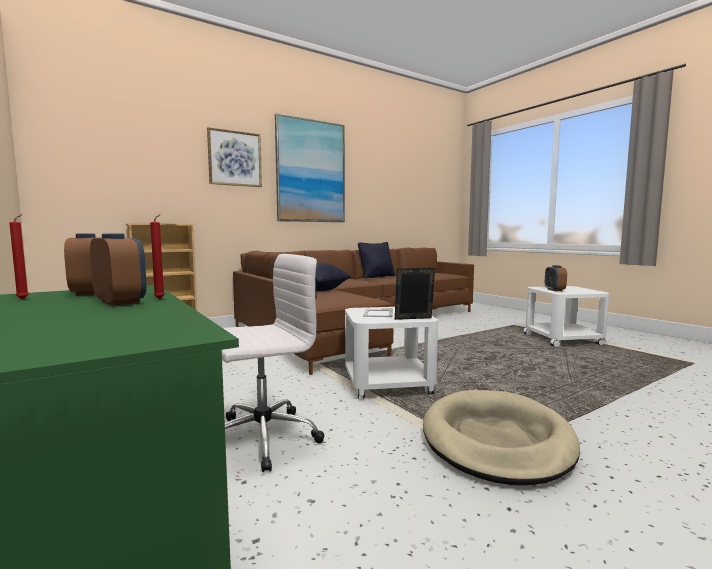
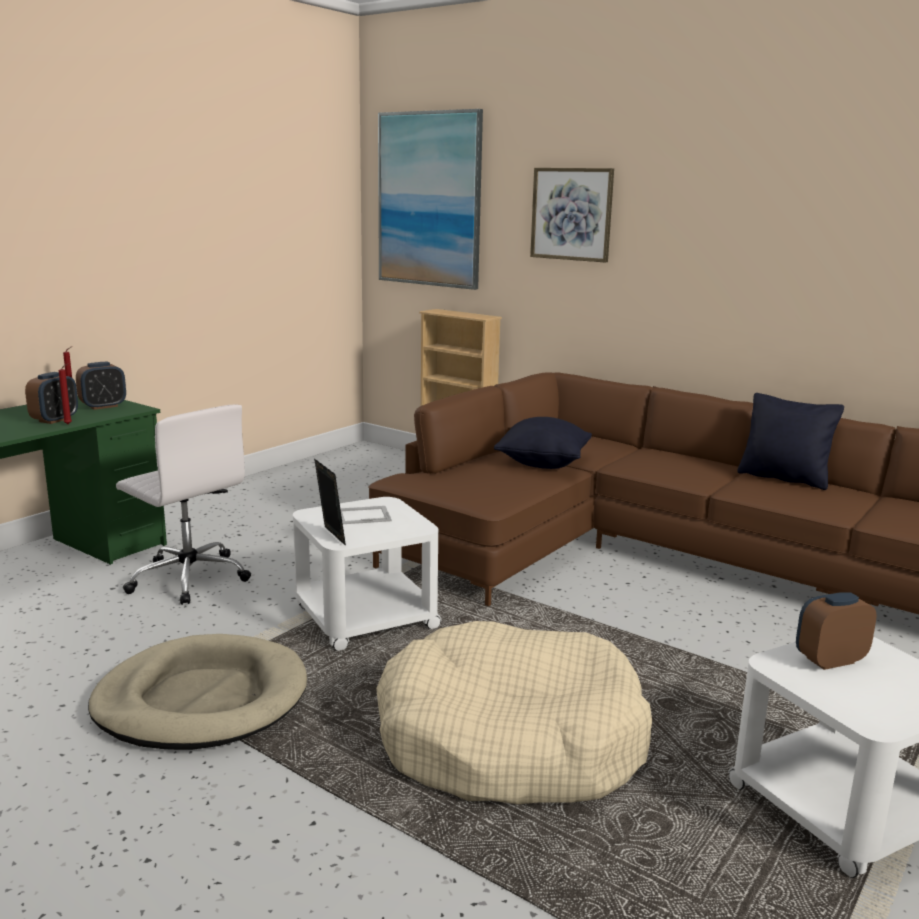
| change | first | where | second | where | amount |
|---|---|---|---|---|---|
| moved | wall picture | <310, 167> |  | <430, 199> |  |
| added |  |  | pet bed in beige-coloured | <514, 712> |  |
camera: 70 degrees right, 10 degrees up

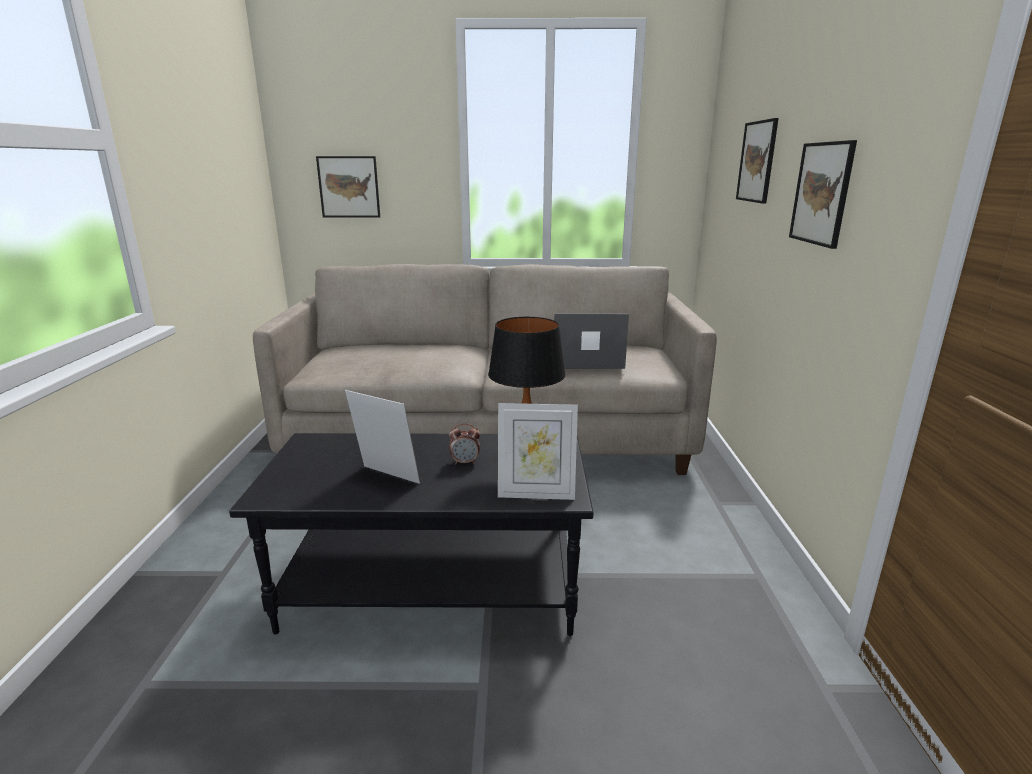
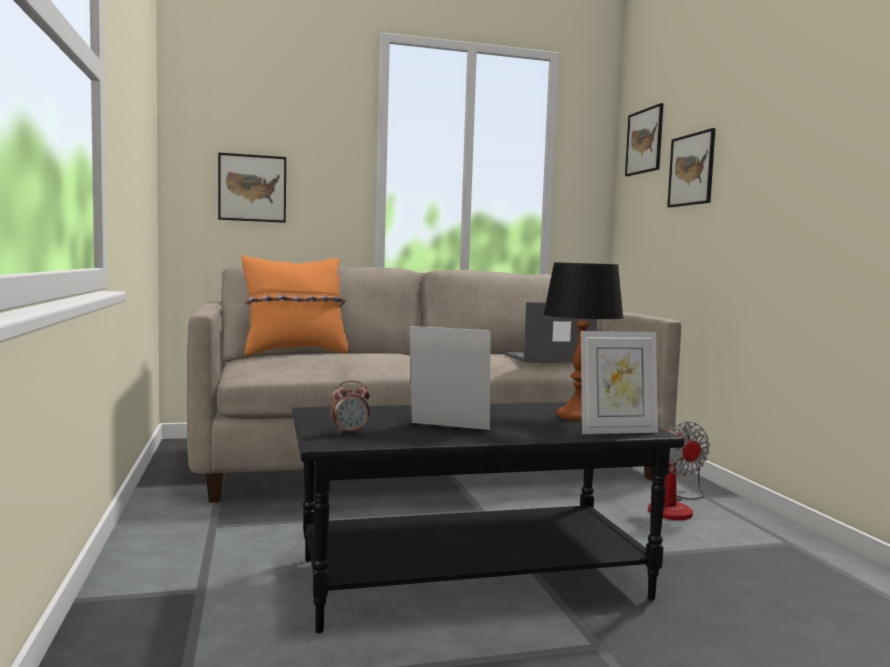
| change | first | where | second | where | amount |
|---|---|---|---|---|---|
| moved | bedside clock | <464, 444> |  | <350, 407> |  |
| moved | wall picture | <823, 194> |  | <644, 139> |  |
| added |  |  | throw pillow in orange-coloured | <295, 305> |  |
| added |  |  | fan | <679, 470> |  |
camera: 15 degrees left, 15 degrees down

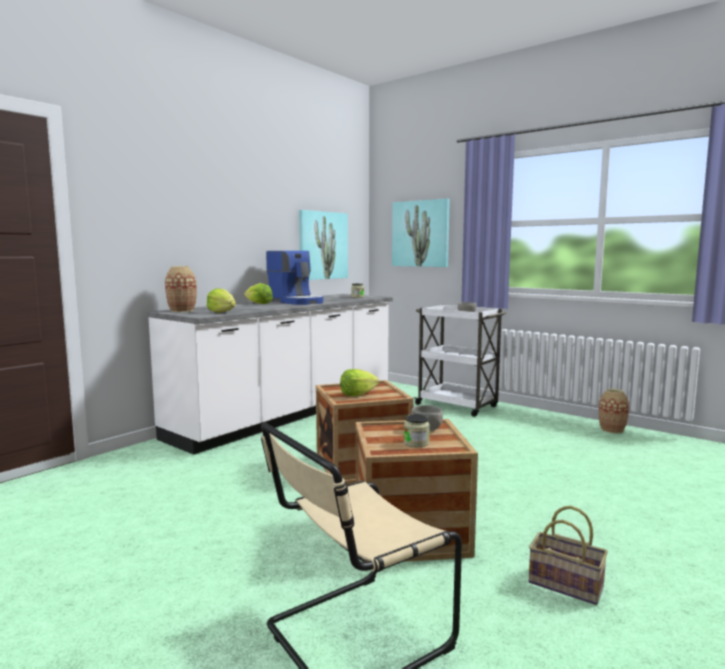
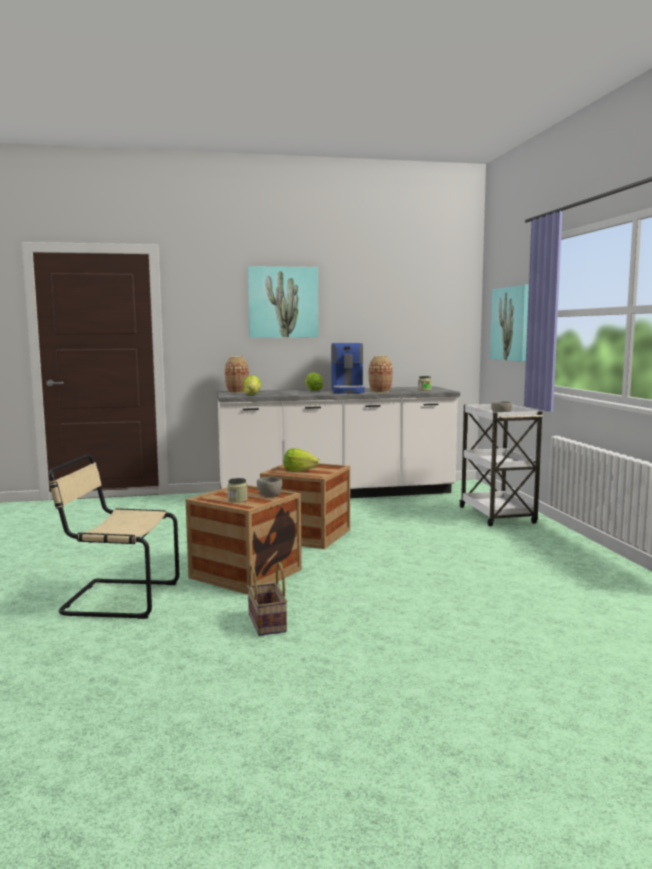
| change | first | where | second | where | amount |
|---|---|---|---|---|---|
| moved | wall picture | <323, 245> |  | <283, 302> |  |
| moved | flower vase | <614, 411> |  | <381, 374> |  |
camera: 40 degrees right, 0 degrees up

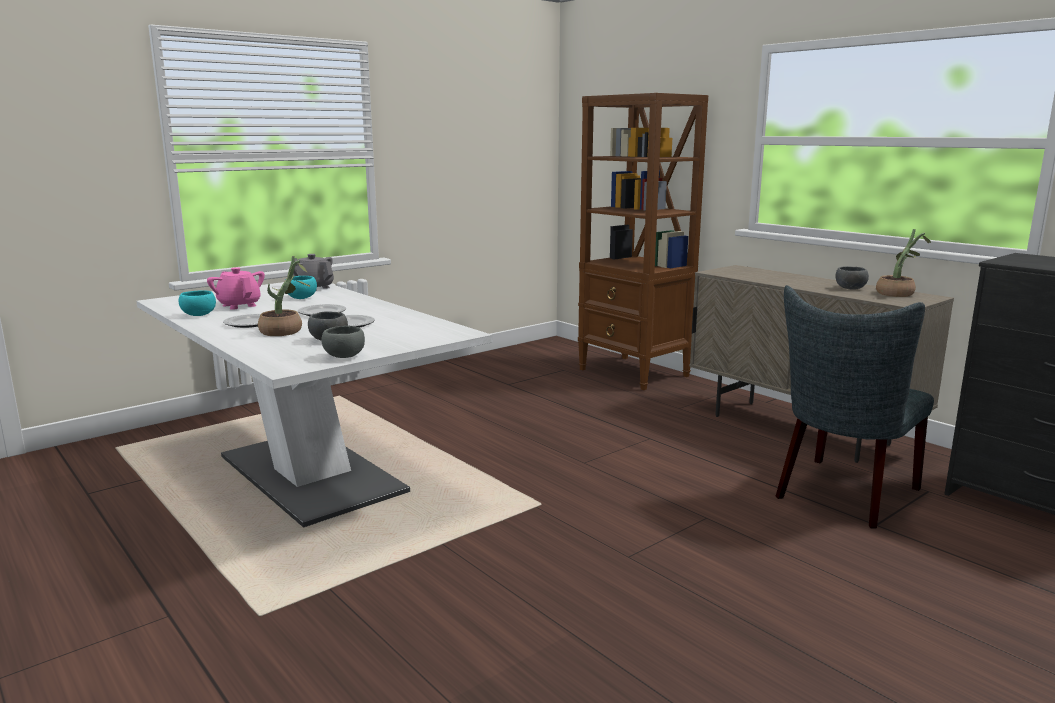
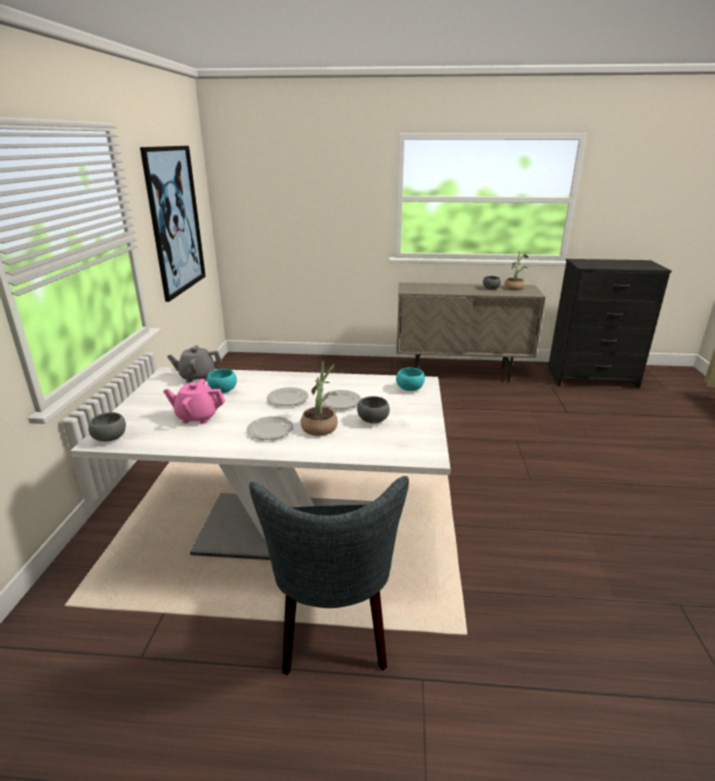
| change | first | where | second | where | amount |
|---|---|---|---|---|---|
| moved | deep dish in turquoise | <197, 303> |  | <410, 379> |  |
| moved | deep dish in gray | <343, 342> |  | <107, 427> |  |
| removed | shelving unit in brown | <643, 241> |  |  |  |
| moved | upright chair in gray | <854, 407> |  | <329, 575> |  |
| added |  |  | wall picture | <173, 224> |  |
camera: 45 degrees left, 10 degrees up

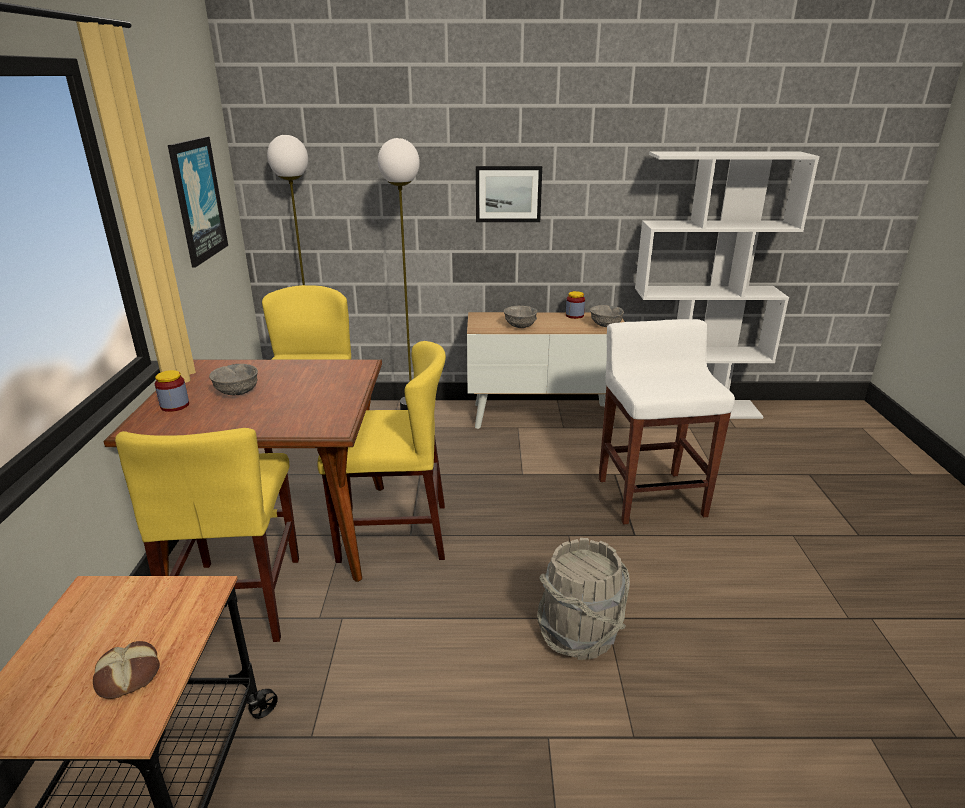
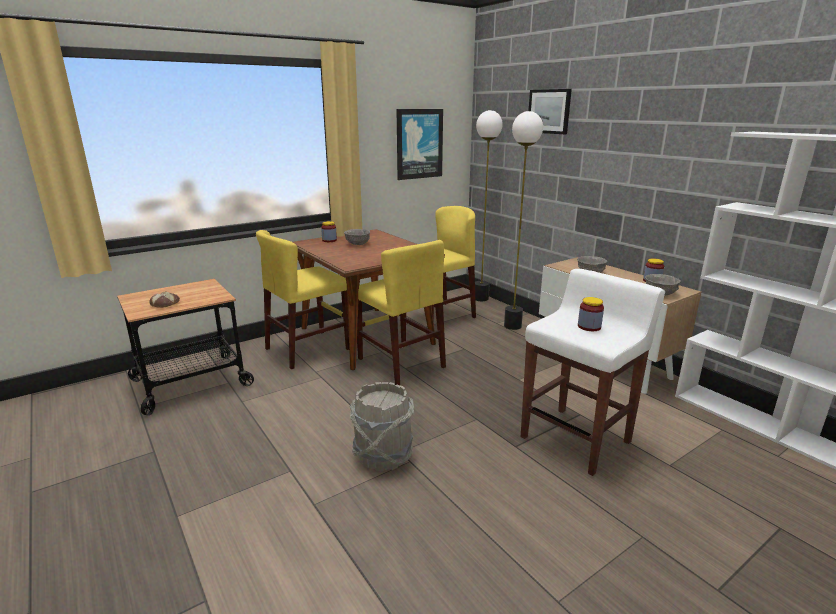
| change | first | where | second | where | amount |
|---|---|---|---|---|---|
| moved | wall picture | <509, 194> |  | <550, 111> |  |
| added |  |  | preserve jar | <591, 314> |  |
camera: 55 degrees right, 5 degrees down

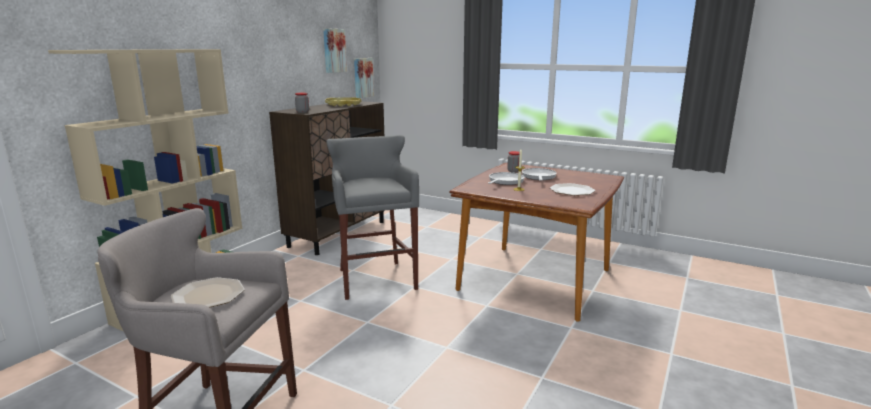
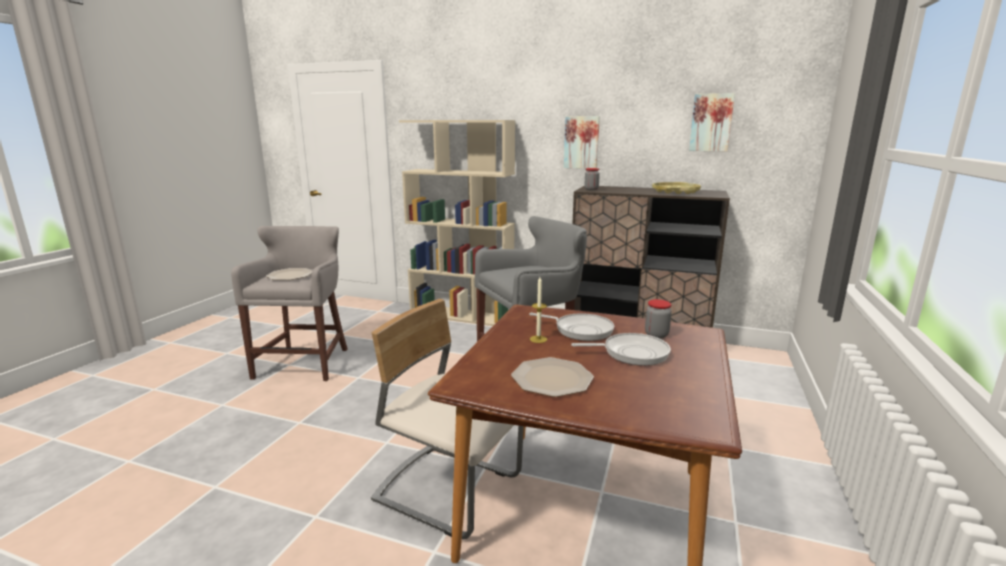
| change | first | where | second | where | amount |
|---|---|---|---|---|---|
| moved | wall picture | <364, 78> |  | <582, 142> |  |
| added |  |  | upright chair in beige-coloured | <447, 419> |  |
camera: 80 degrees right, 0 degrees up

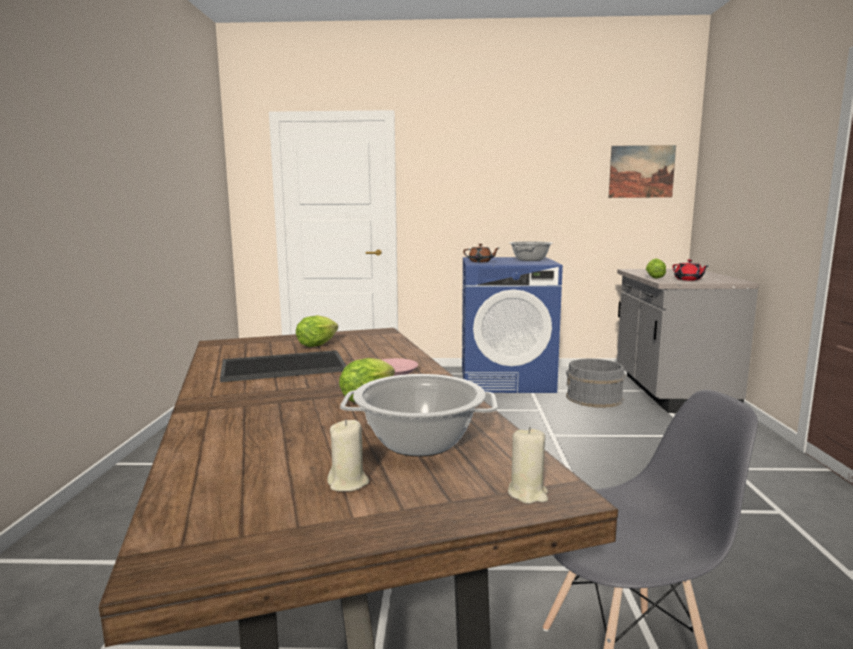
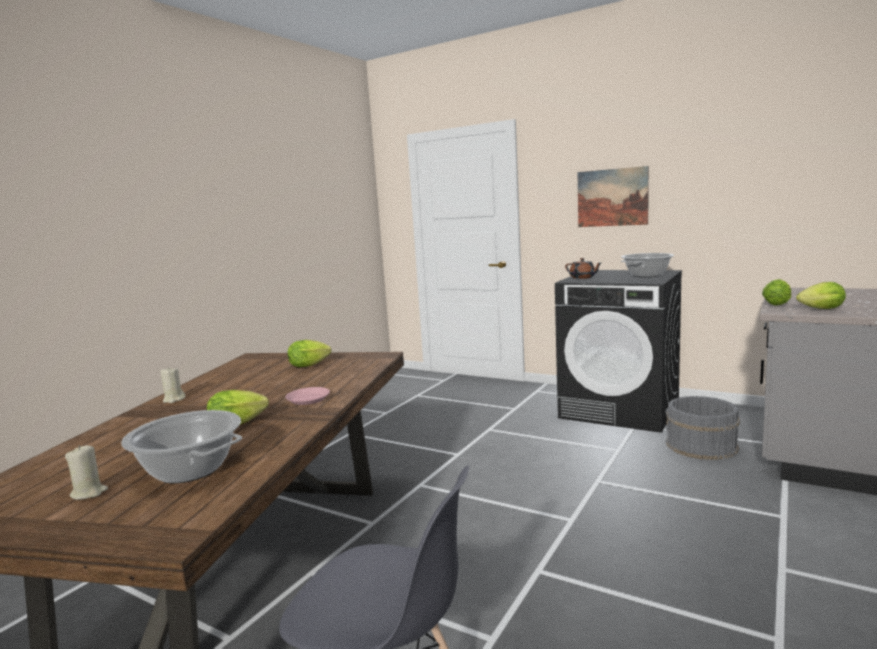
| change | first | where | second | where | amount |
|---|---|---|---|---|---|
| removed | tray | <283, 366> |  |  |  |
| recoloured | washing machine in bluish | <512, 325> | washing machine in black-coloured | <618, 351> |  |
| moved | wax light in beige-coloured | <528, 465> |  | <172, 385> |  |
| moved | wall picture | <642, 171> |  | <613, 196> |  |
| replaced | pot for tea in red | <690, 270> | lettuce head | <821, 295> |  |
camera: 30 degrees right, 0 degrees up

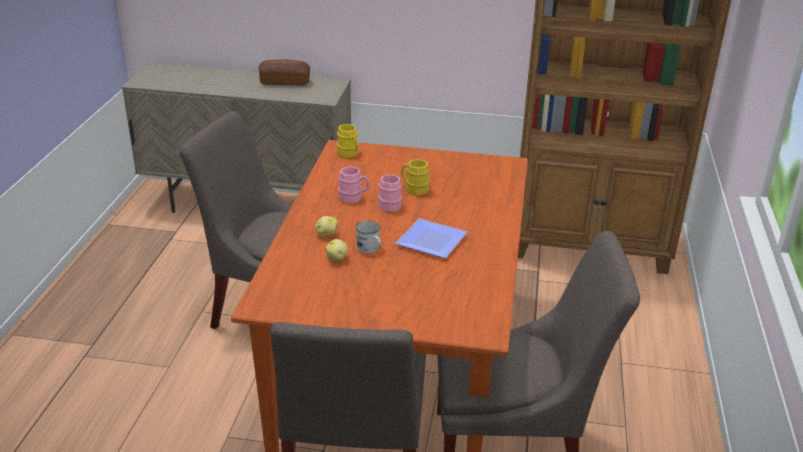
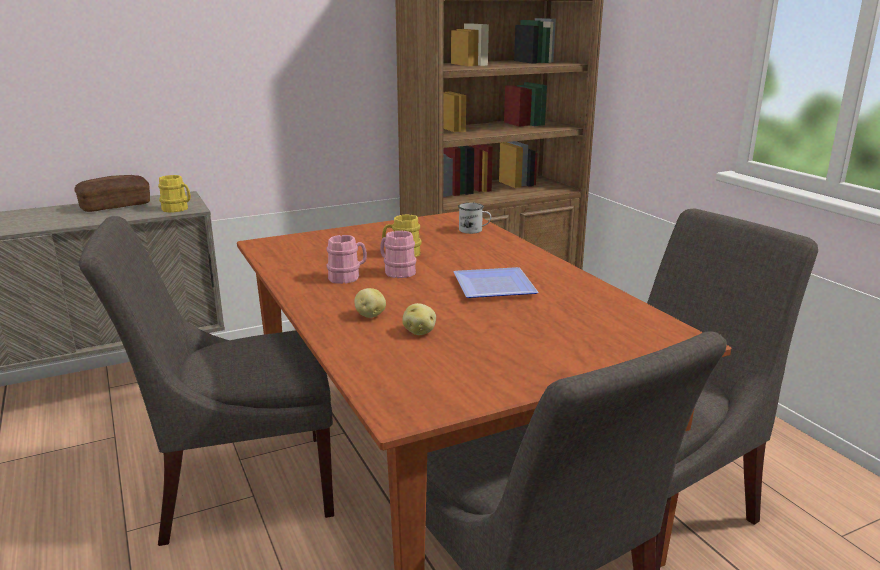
| change | first | where | second | where | amount |
|---|---|---|---|---|---|
| moved | mug in yellow-coloured | <347, 141> |  | <174, 194> |  |
| moved | mug in white | <368, 237> |  | <474, 218> |  |
camera: 35 degrees left, 10 degrees down

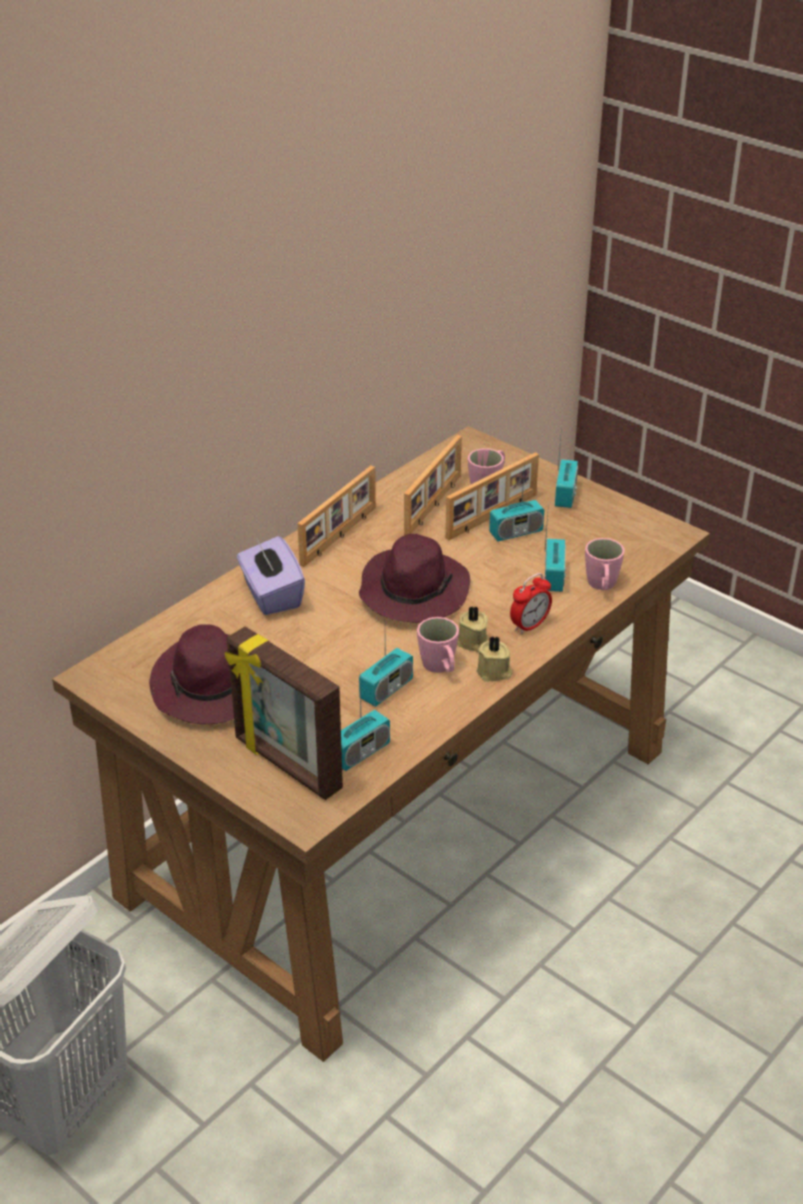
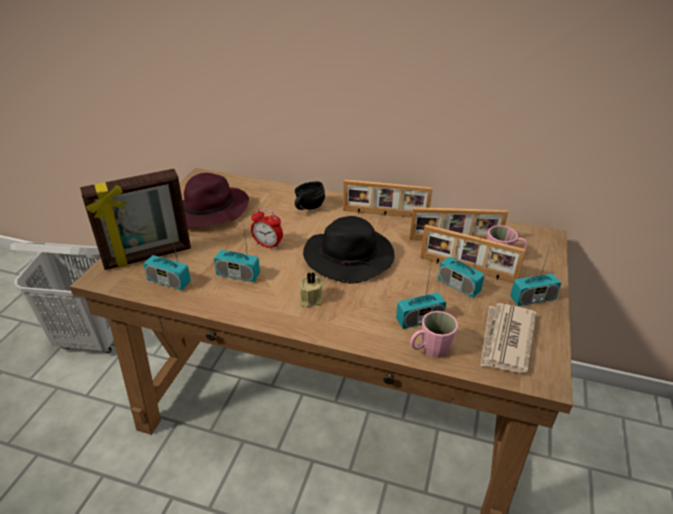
| change | first | where | second | where | amount |
|---|---|---|---|---|---|
| turned | picture frame | <284, 713> |  | <135, 219> | 135 degrees counterclockwise |
| replaced | box of tissues in purple-coloured | <271, 575> | mug in black-coloured | <310, 195> |  |
| recoloured | clothing hat in purple-coloured | <414, 578> | clothing hat in black-coloured | <349, 249> |  |
| removed | mug in pink-coloured | <438, 645> |  |  |  |
| removed | wax light in beige-coloured | <494, 659> |  |  |  |
| moved | bedside clock | <531, 604> |  | <267, 229> |  |
| added |  |  | daily paper | <508, 338> |  |
camera: 65 degrees right, 0 degrees up

